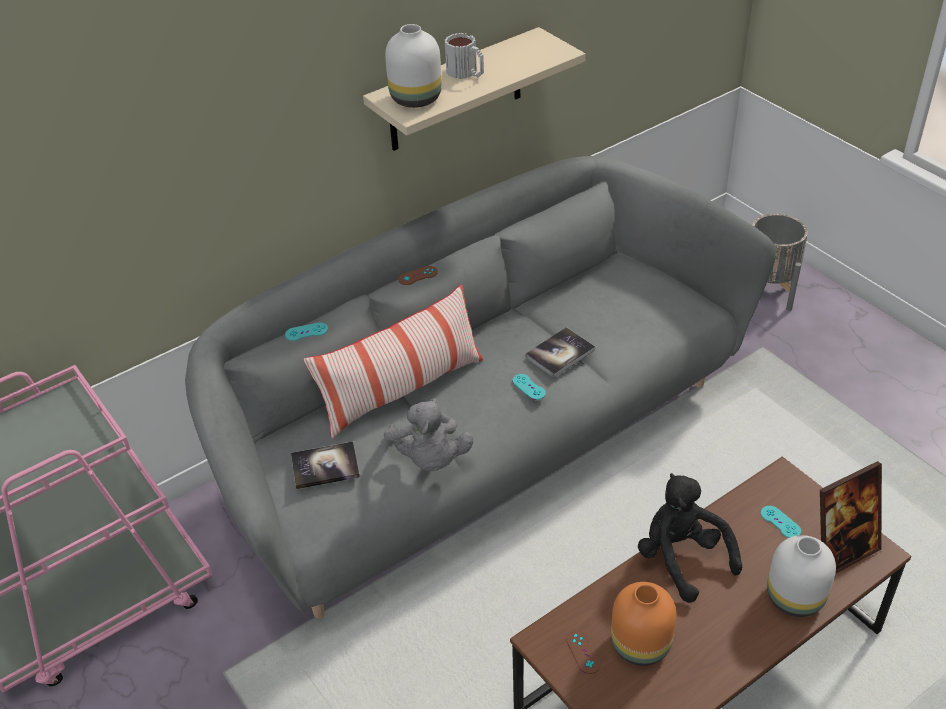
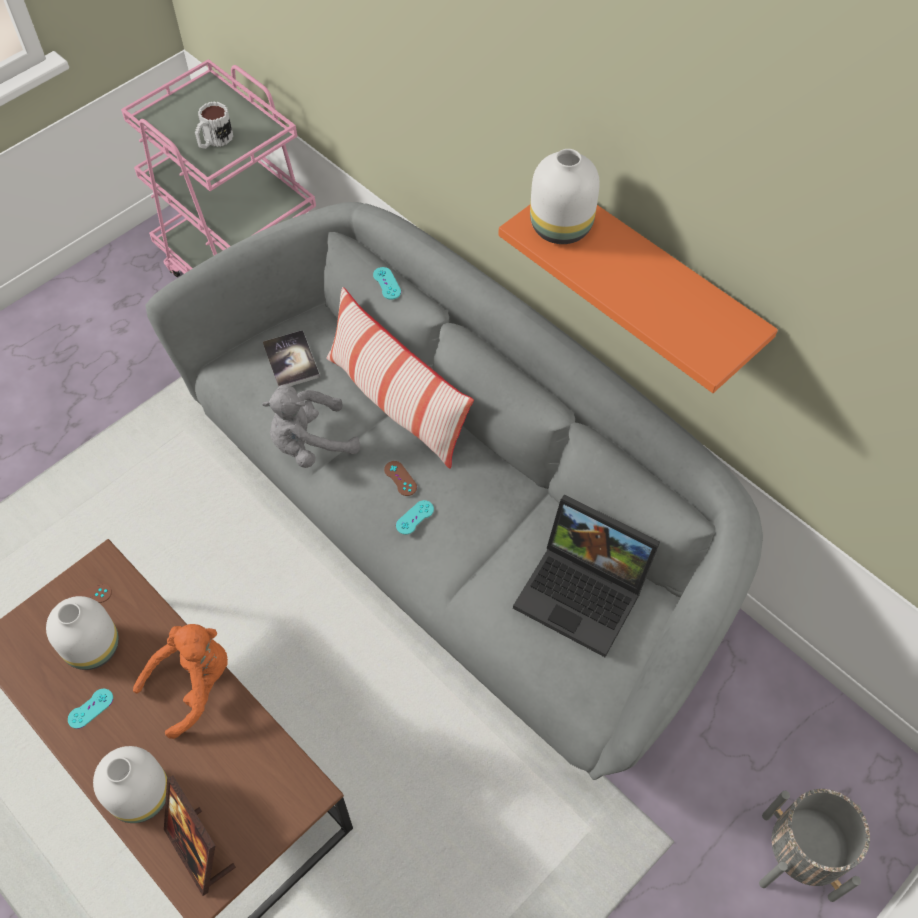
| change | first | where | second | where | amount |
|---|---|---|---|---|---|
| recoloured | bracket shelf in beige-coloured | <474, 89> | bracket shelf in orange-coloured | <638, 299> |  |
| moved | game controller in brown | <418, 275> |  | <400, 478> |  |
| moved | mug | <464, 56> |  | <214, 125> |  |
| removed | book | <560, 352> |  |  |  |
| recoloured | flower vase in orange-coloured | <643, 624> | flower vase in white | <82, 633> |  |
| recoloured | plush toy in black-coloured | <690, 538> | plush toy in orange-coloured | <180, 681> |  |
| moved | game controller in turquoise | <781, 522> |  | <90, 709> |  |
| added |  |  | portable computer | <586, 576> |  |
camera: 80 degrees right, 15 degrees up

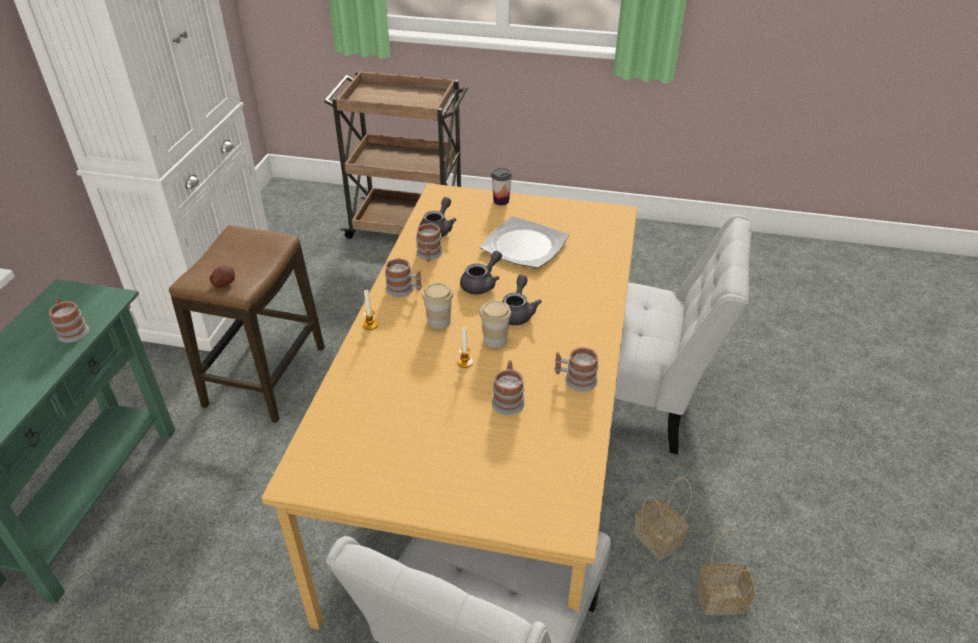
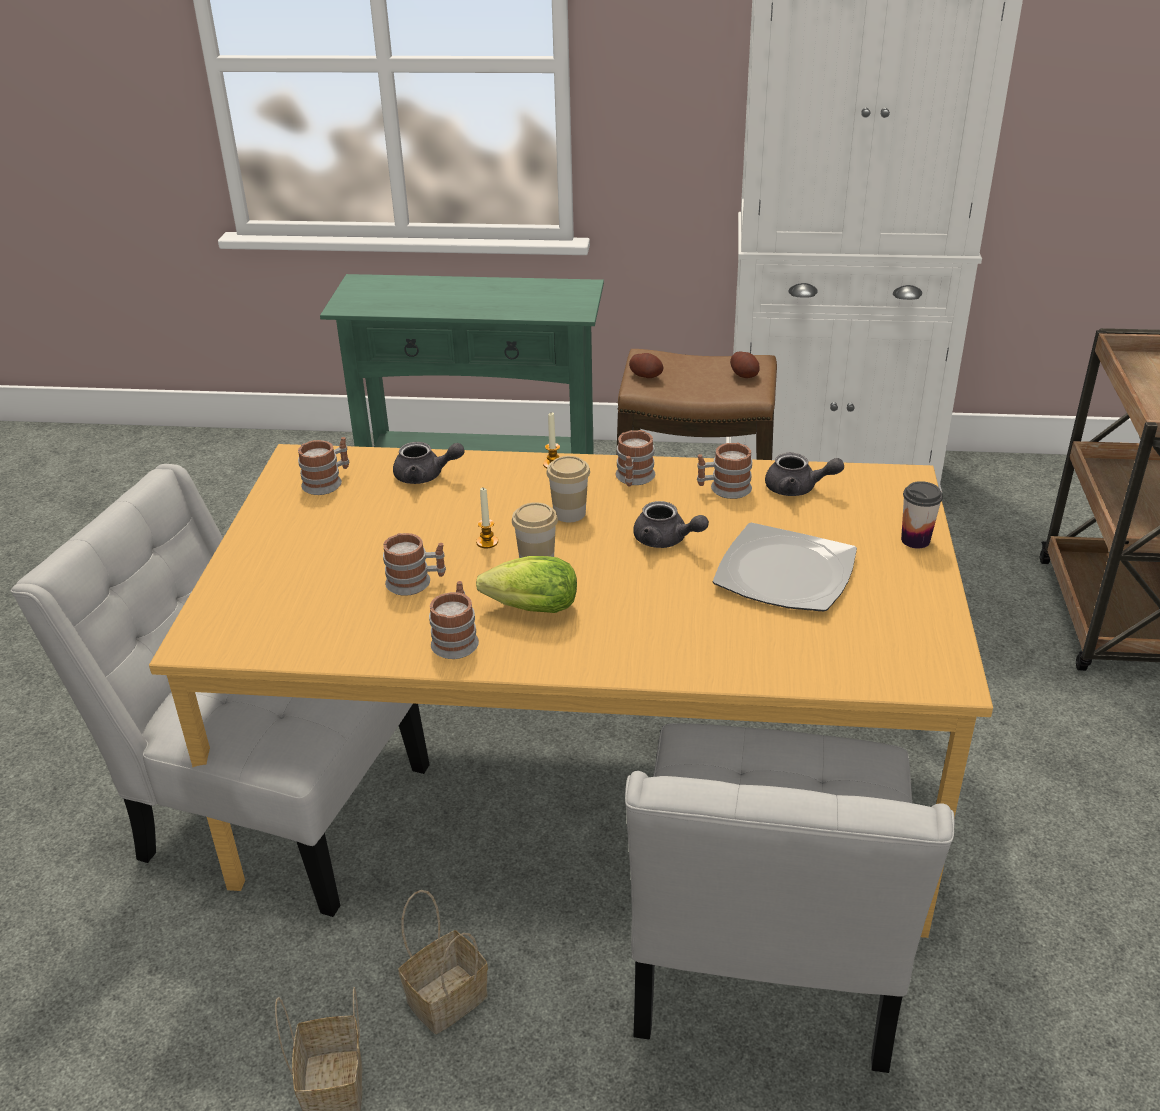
| change | first | where | second | where | amount |
|---|---|---|---|---|---|
| moved | mug | <69, 320> |  | <323, 466> |  |
| moved | pot for tea in gray | <522, 300> |  | <428, 463> |  |
| added |  |  | lettuce head | <526, 584> |  |
| added |  |  | whole potato | <745, 365> |  |
camera: 85 degrees right, 5 degrees down

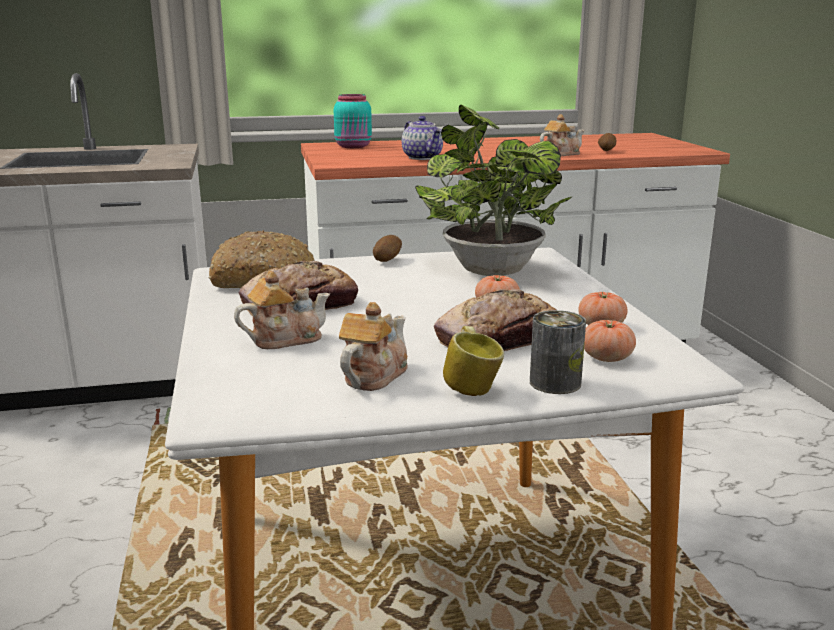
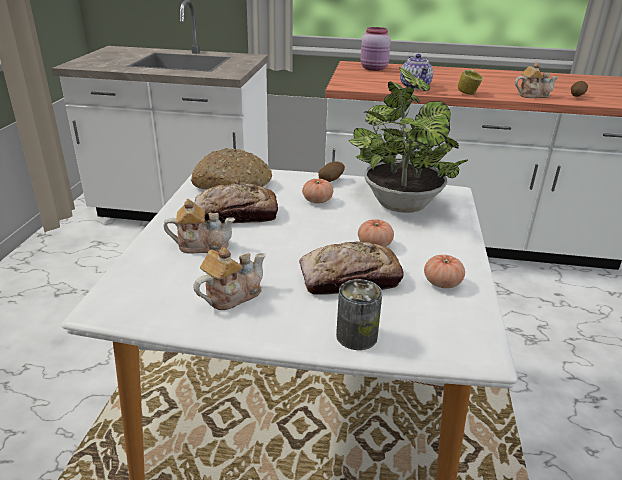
| change | first | where | second | where | amount |
|---|---|---|---|---|---|
| recoloured | preserve jar in turquoise | <353, 121> | preserve jar in pink-coloured | <376, 49> |  |
| moved | mug | <473, 361> |  | <470, 82> |  |
| moved | whole tomato | <610, 341> |  | <317, 190> |  |
camera: 20 degrees right, 10 degrees up

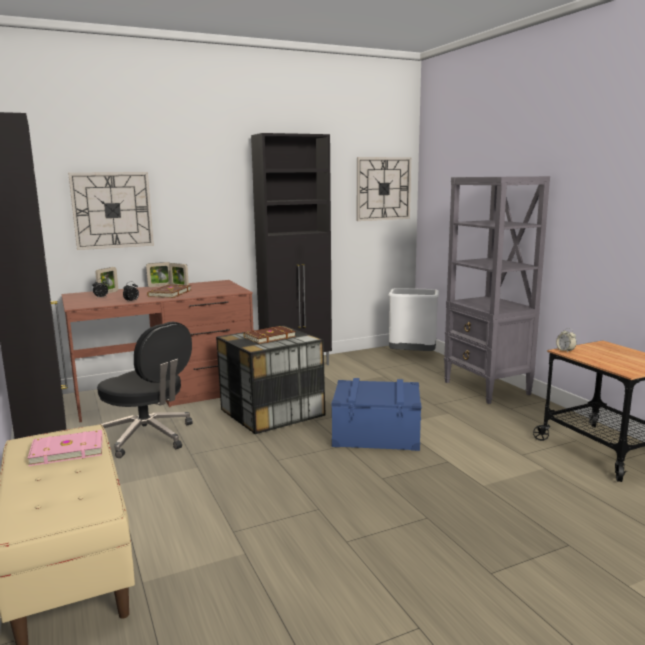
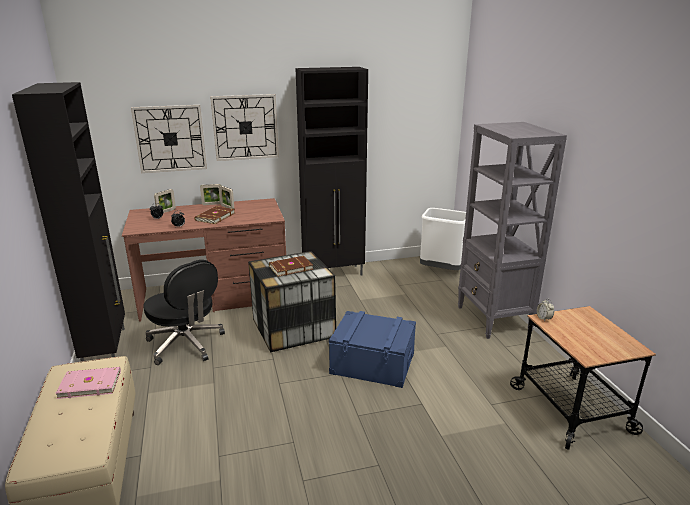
| change | first | where | second | where | amount |
|---|---|---|---|---|---|
| moved | clock on the wall | <384, 189> |  | <244, 127> |  |
camera: 10 degrees right, 10 degrees up

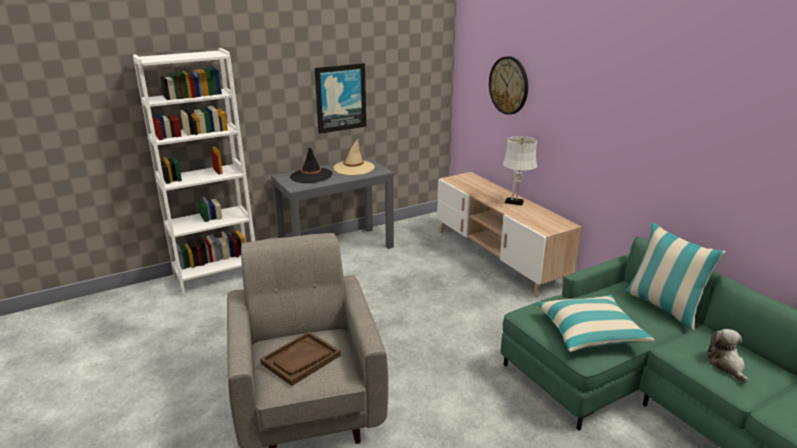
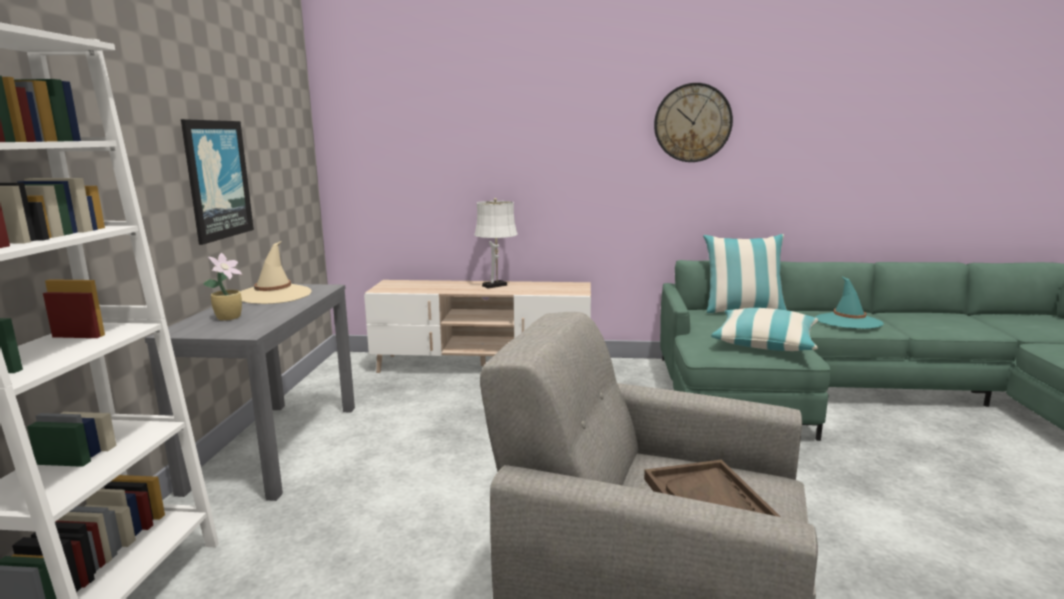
| change | first | where | second | where | amount |
|---|---|---|---|---|---|
| replaced | clothing hat in black-coloured | <311, 165> | potted plant | <222, 287> |  |
| moved | clock on the wall | <508, 85> |  | <693, 122> |  |
| replaced | plush toy | <727, 356> | clothing hat in turquoise | <849, 303> |  |
camera: 55 degrees left, 10 degrees down

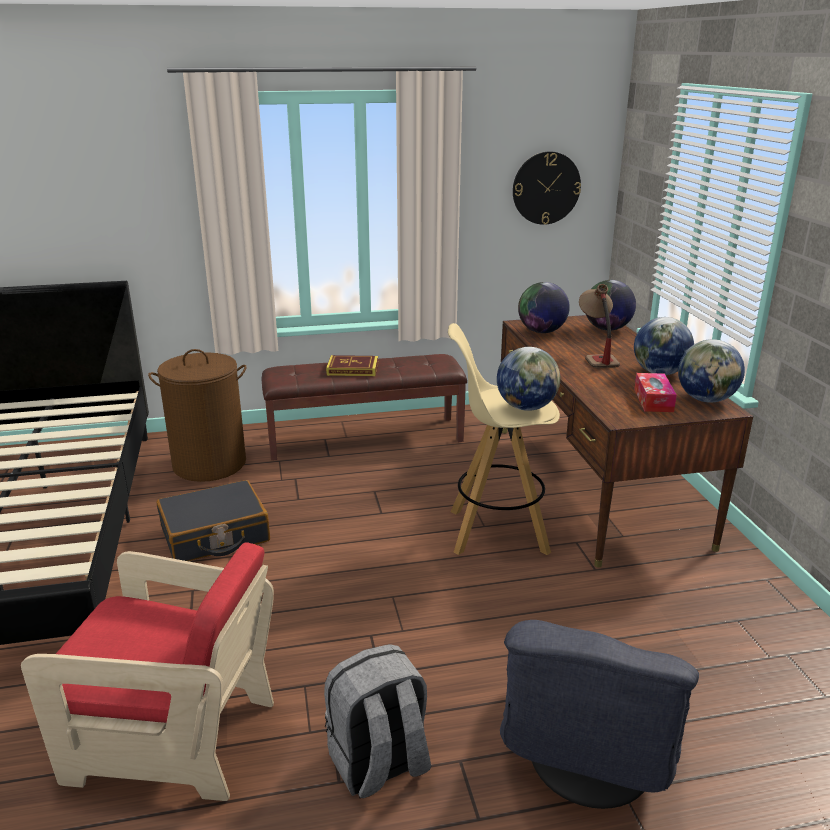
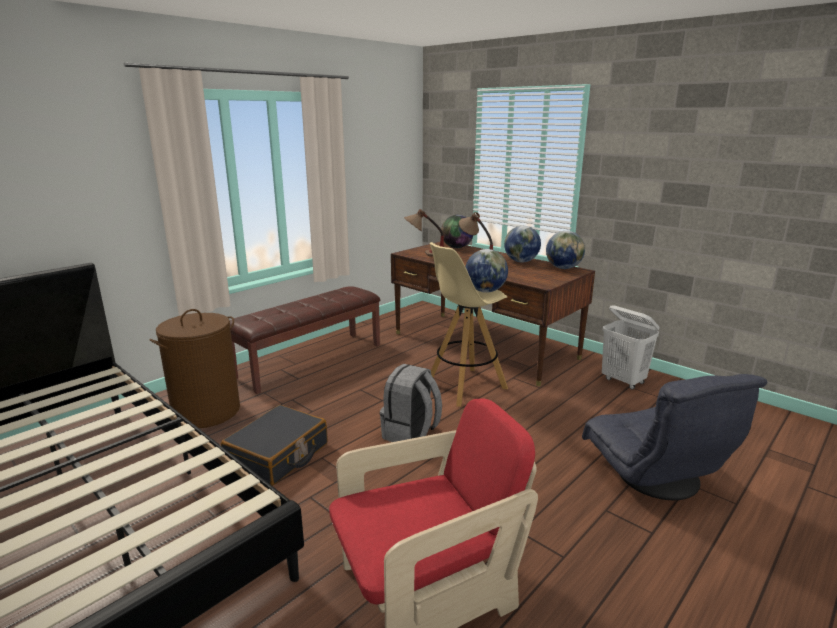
| change | first | where | second | where | amount |
|---|---|---|---|---|---|
| moved | rucksack in gray | <377, 721> |  | <411, 403> |  |
| removed | book | <352, 365> |  |  |  |
| removed | clock on the wall | <547, 188> |  |  |  |
| replaced | desk globe | <544, 307> | lamp for a table | <424, 233> |  |
| removed | box of tissues | <655, 392> |  |  |  |
| added |  |  | hamper in white | <631, 347> |  |
camera: 35 degrees left, 5 degrees down

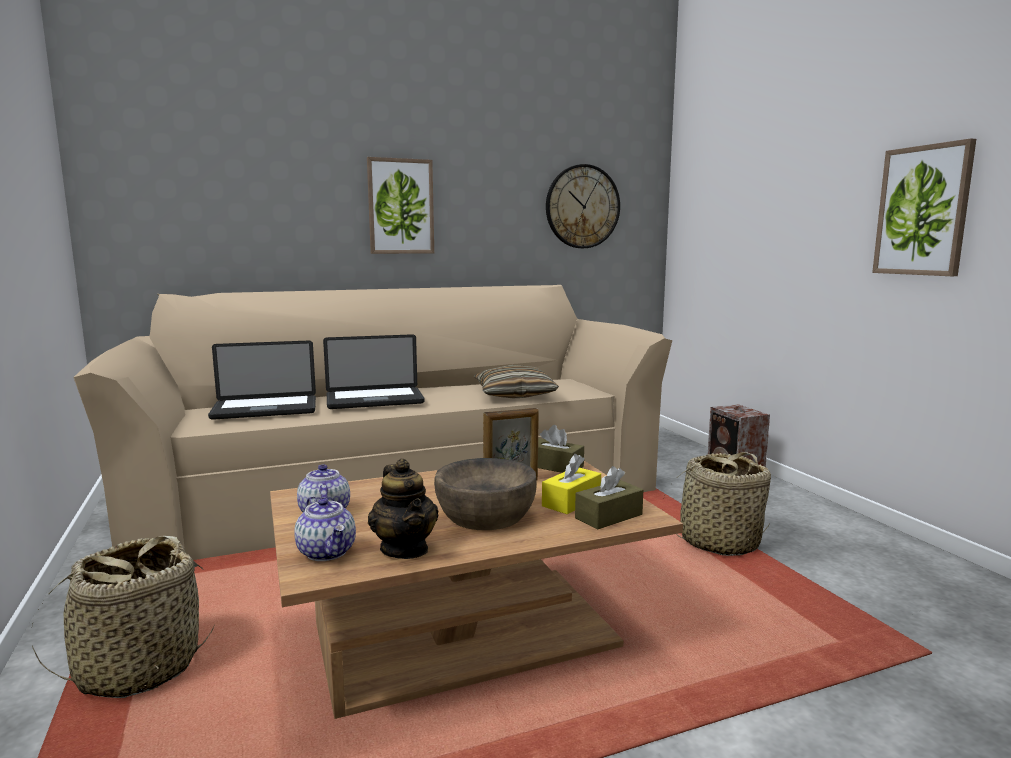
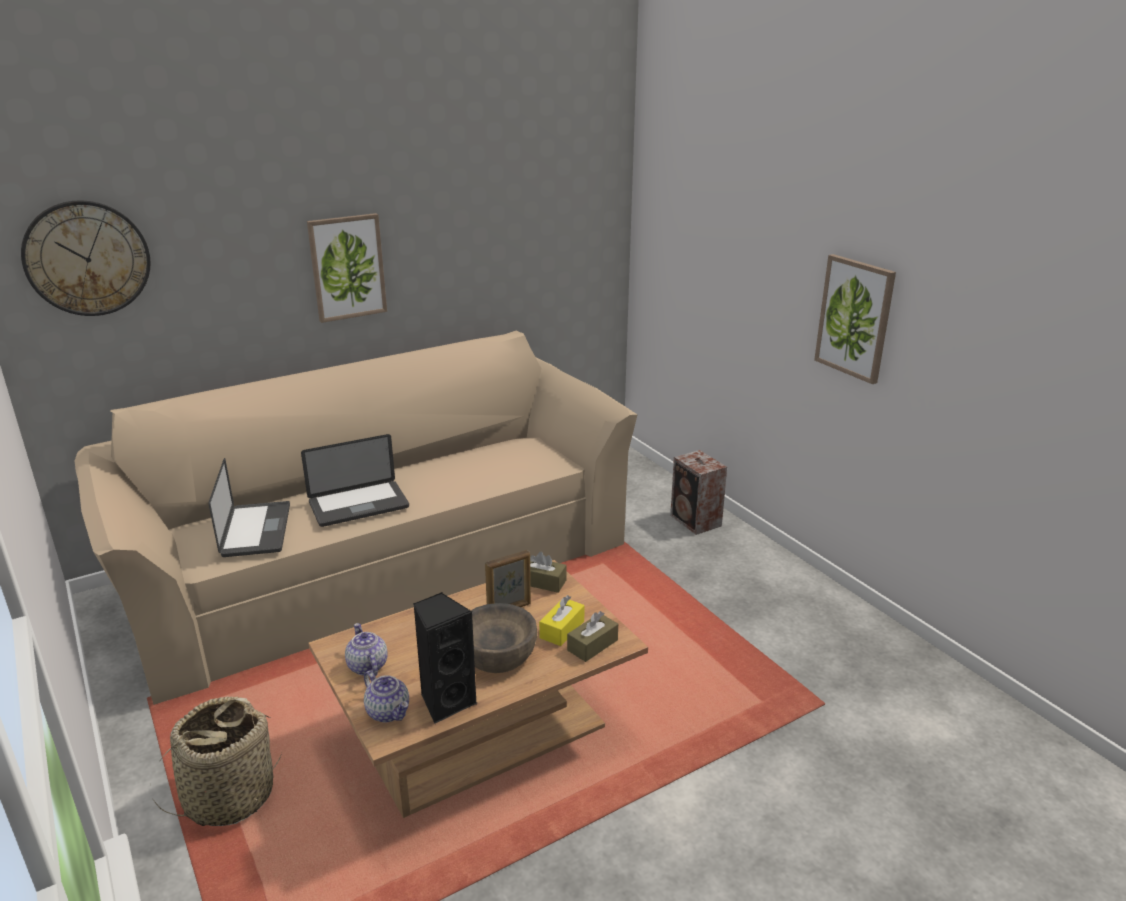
| change | first | where | second | where | amount |
|---|---|---|---|---|---|
| turned | portable computer | <262, 380> |  | <249, 507> | 75 degrees counterclockwise |
| replaced | pot for tea | <403, 509> | audio speaker in black-coloured | <445, 658> |  |
| removed | throw pillow | <516, 381> |  |  |  |
| moved | clock on the wall | <583, 206> |  | <86, 258> |  |
| removed | household basket | <717, 504> |  |  |  |
camera: 10 degrees left, 15 degrees up

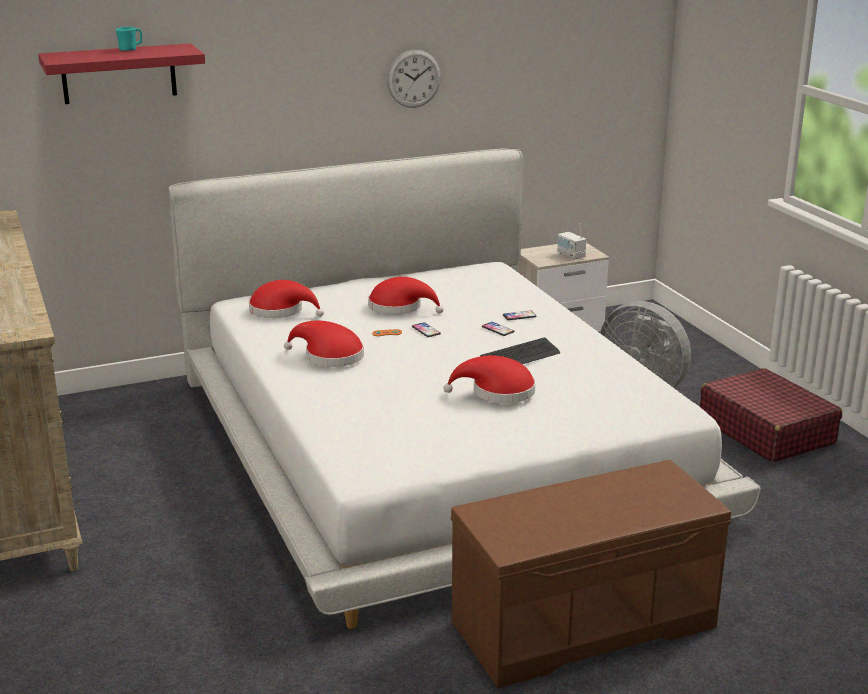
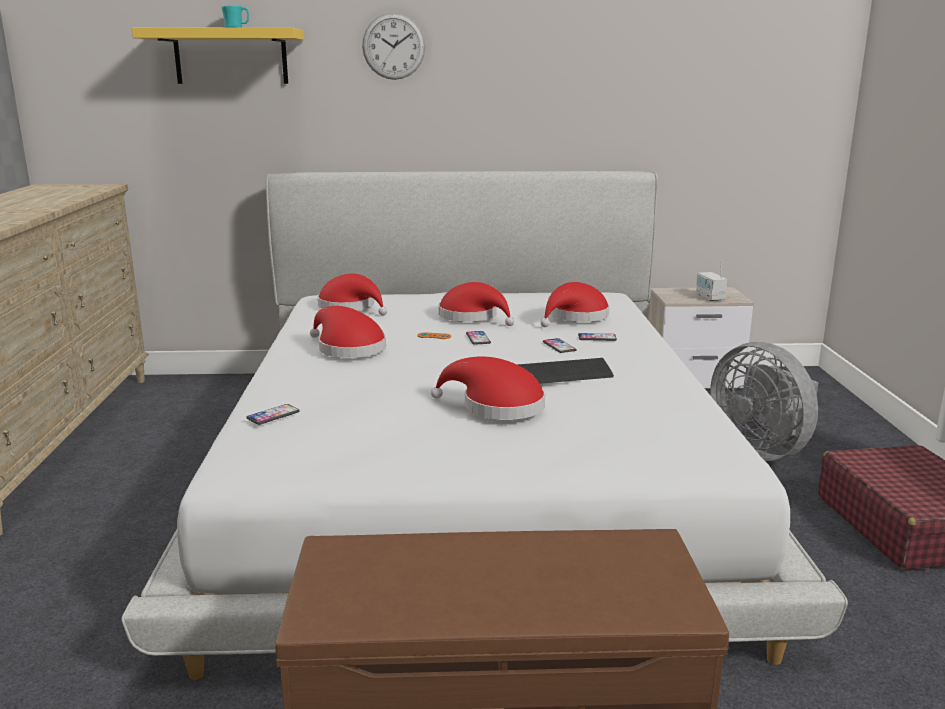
| change | first | where | second | where | amount |
|---|---|---|---|---|---|
| recoloured | bracket shelf in red | <121, 73> | bracket shelf in yellow-coloured | <217, 55> |  |
| moved | clock on the wall | <414, 79> |  | <393, 46> |  |
| added |  |  | phone | <273, 414> |  |
| added |  |  | clothing hat in red | <575, 304> |  |
camera: 20 degrees right, 5 degrees down

